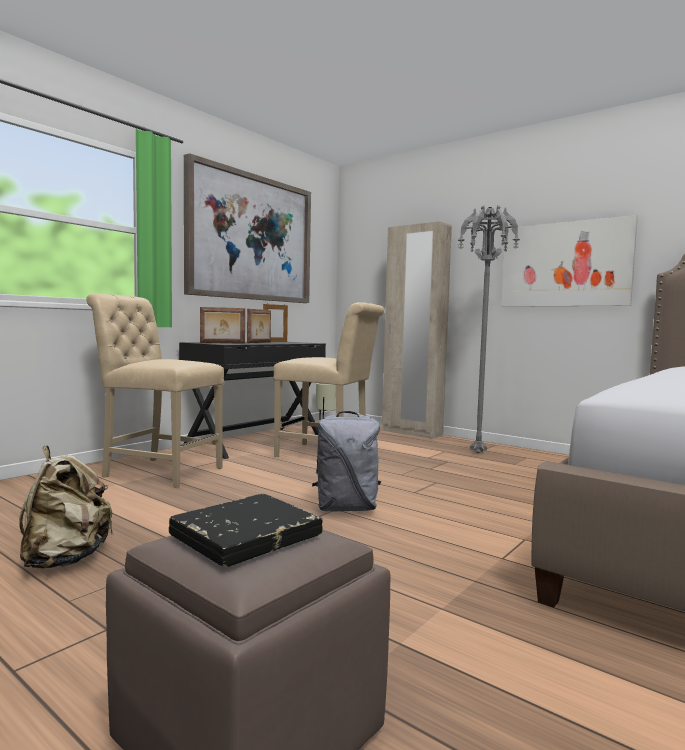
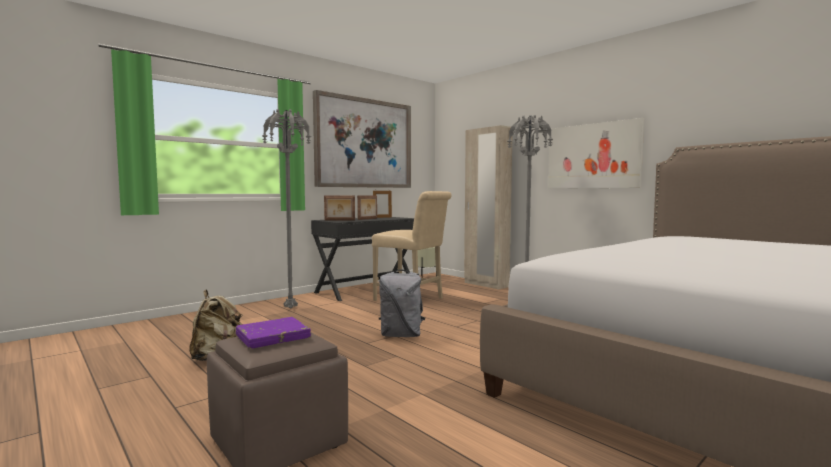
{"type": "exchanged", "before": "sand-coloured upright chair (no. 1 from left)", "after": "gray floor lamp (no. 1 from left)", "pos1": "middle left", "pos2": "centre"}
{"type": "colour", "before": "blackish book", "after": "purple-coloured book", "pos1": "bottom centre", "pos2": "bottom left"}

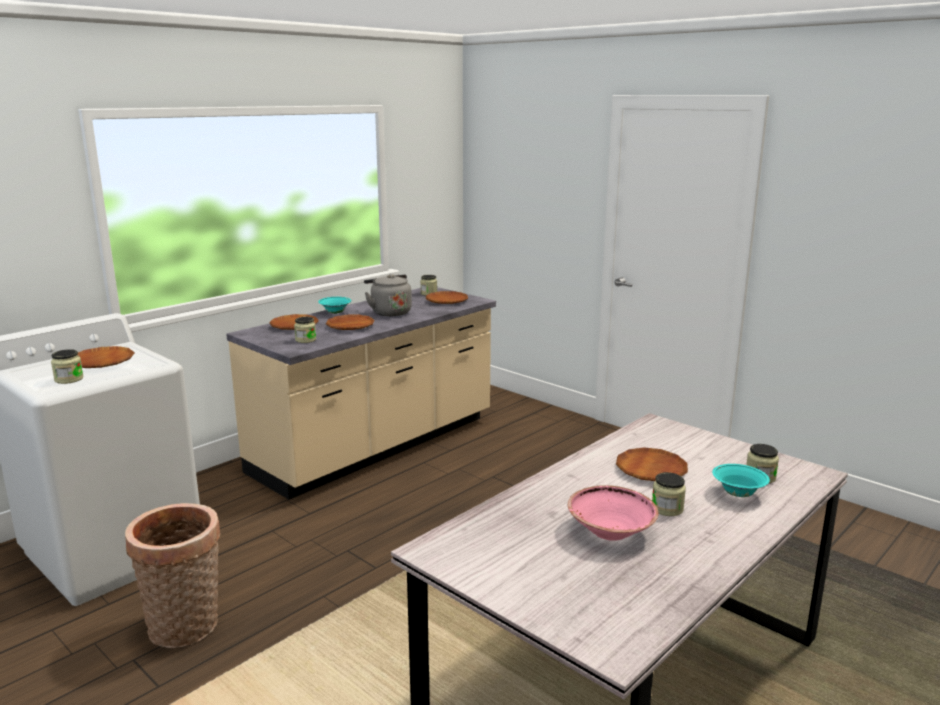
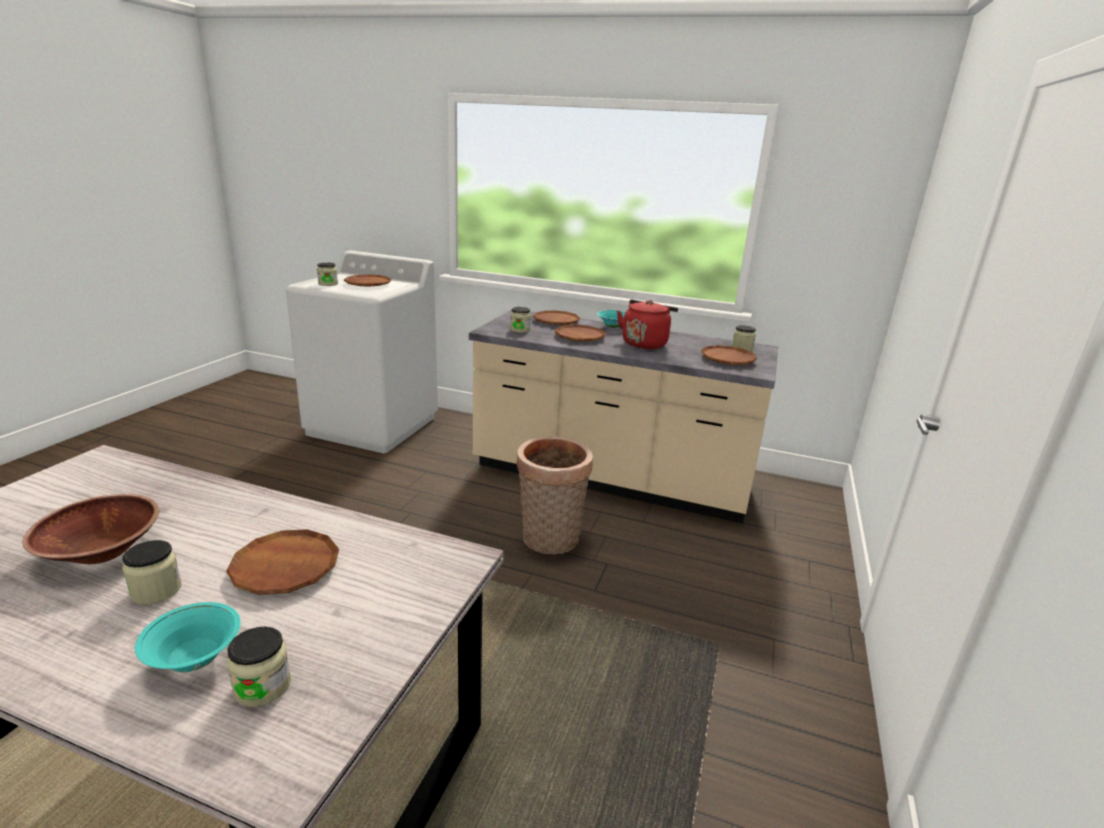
{"type": "relocated", "before": "household basket", "pos1": "bottom left", "pos2": "centre"}
{"type": "colour", "before": "gray tea kettle", "after": "reddish tea kettle", "pos1": "centre", "pos2": "centre"}
{"type": "colour", "before": "pink-coloured serving bowl", "after": "brown-coloured serving bowl", "pos1": "bottom centre", "pos2": "middle left"}

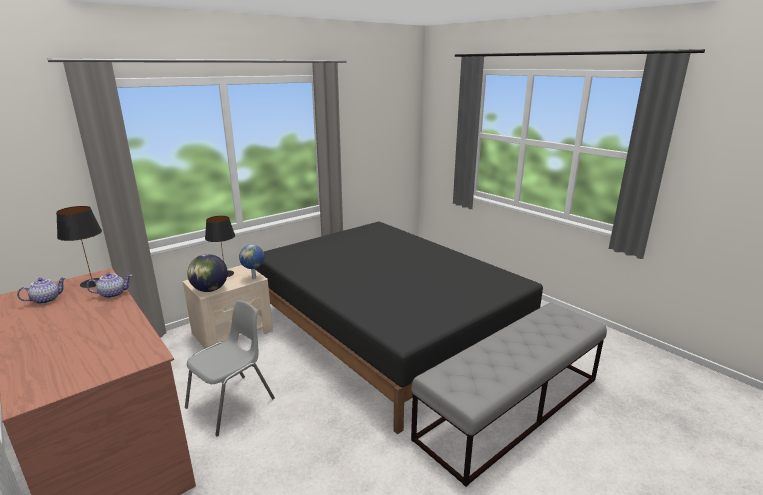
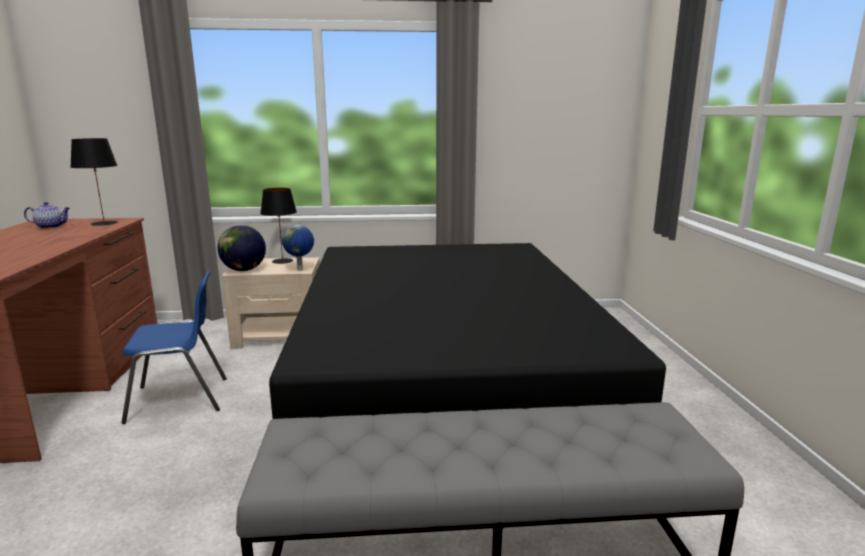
{"type": "missing", "before": "tea pot (no. 2 from left)", "pos1": "middle left"}
{"type": "colour", "before": "gray upright chair", "after": "blue upright chair", "pos1": "bottom left", "pos2": "middle left"}

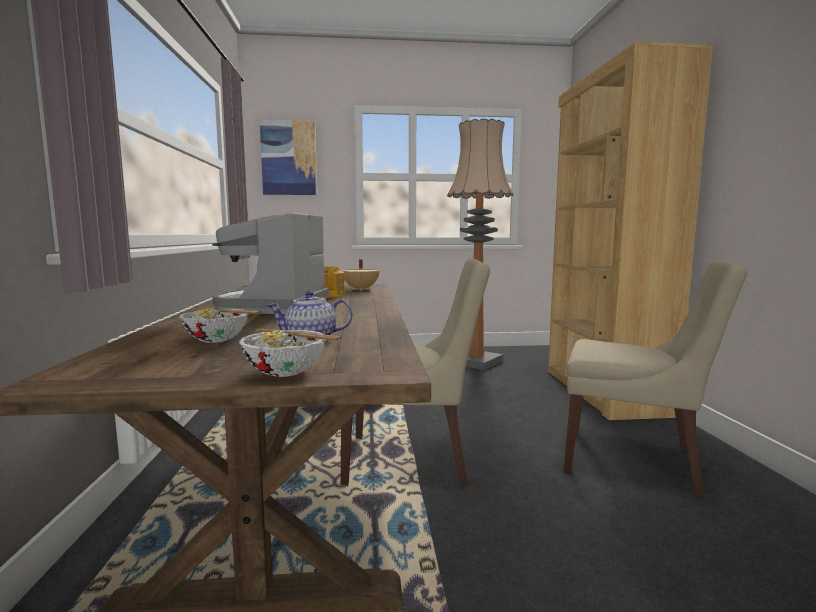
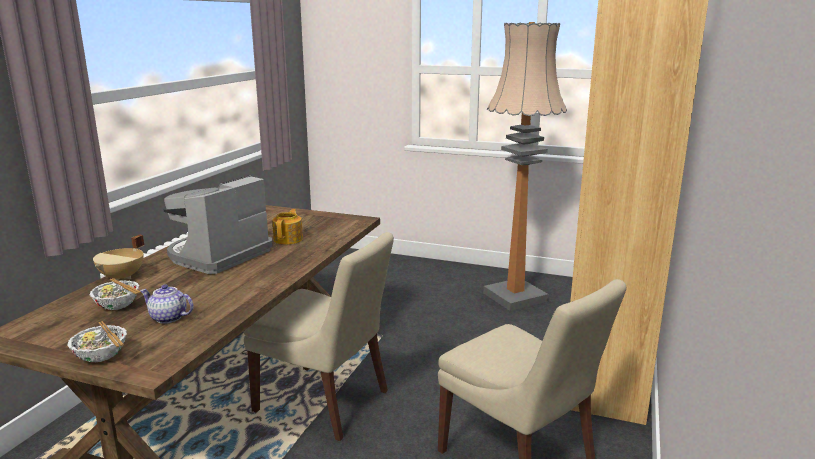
{"type": "missing", "before": "picture", "pos1": "top centre"}
{"type": "relocated", "before": "sand-coloured cooking pot", "pos1": "centre", "pos2": "middle left"}

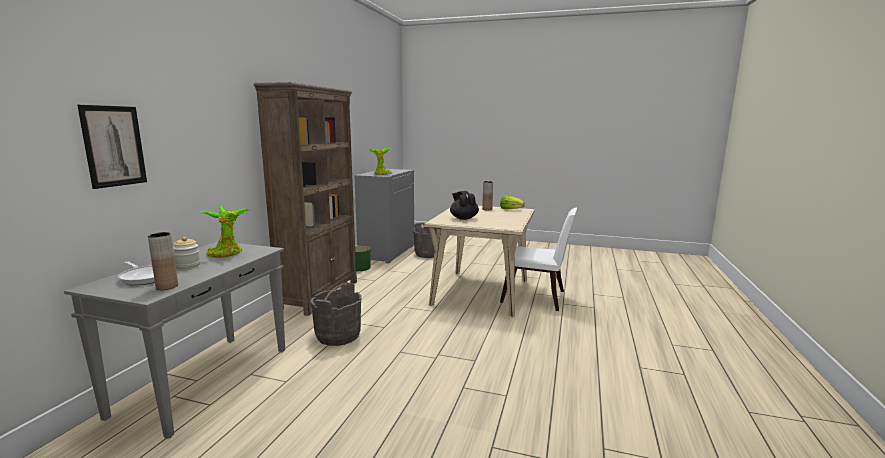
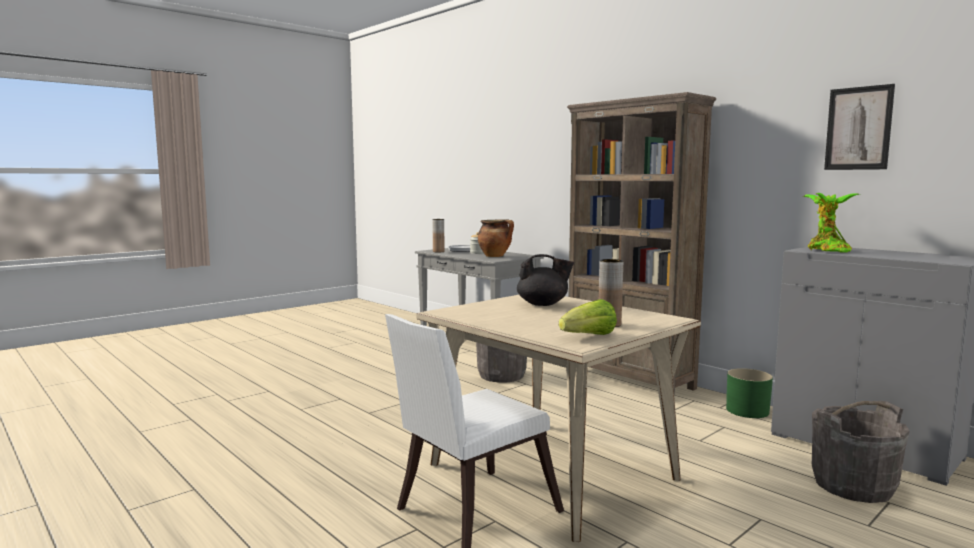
{"type": "relocated", "before": "picture", "pos1": "top left", "pos2": "top right"}
{"type": "exchanged", "before": "plant in a pot (no. 1 from left)", "after": "cooking pot", "pos1": "middle left", "pos2": "centre"}

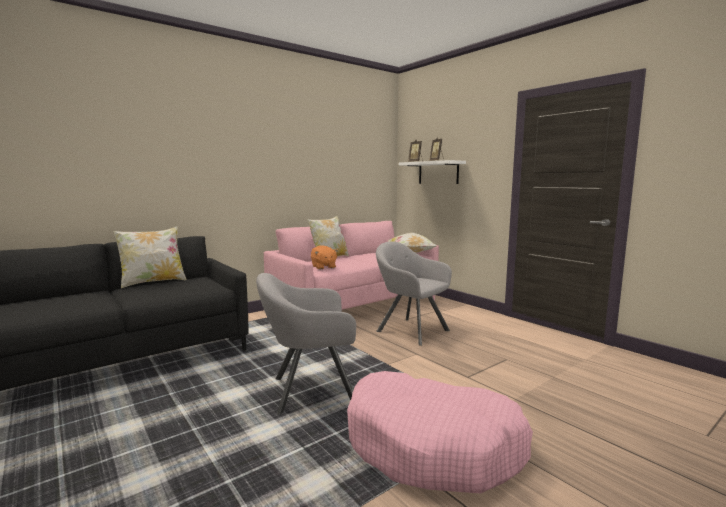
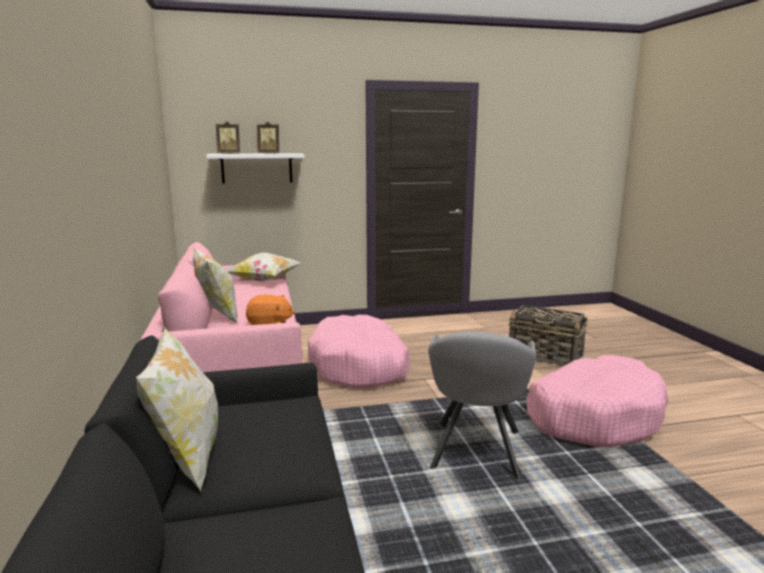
{"type": "appeared", "after": "household basket", "pos2": "middle right"}
{"type": "exchanged", "before": "gray lounge chair (no. 2 from left)", "after": "pink-coloured pet bed (no. 1 from left)", "pos1": "centre", "pos2": "centre"}

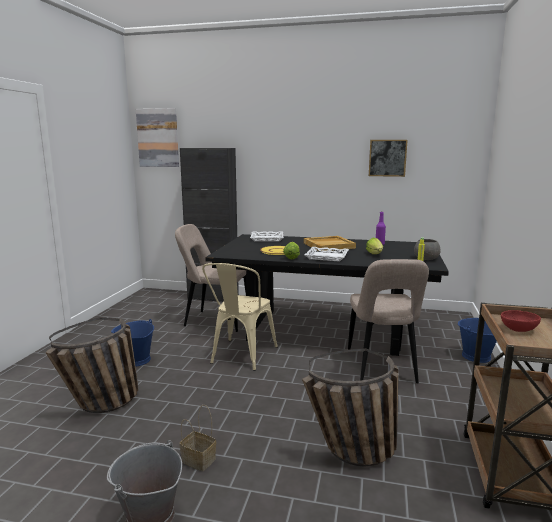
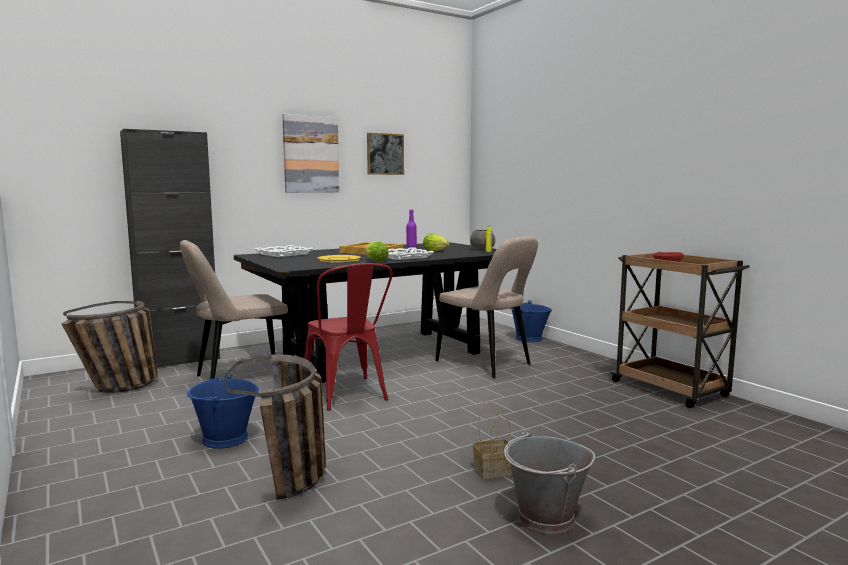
{"type": "relocated", "before": "picture (no. 1 from left)", "pos1": "top left", "pos2": "top centre"}
{"type": "relocated", "before": "household basket (no. 3 from left in the first image)", "after": "household basket (no. 1 from left)", "pos1": "bottom centre", "pos2": "middle left"}
{"type": "colour", "before": "sand-coloured upright chair (no. 2 from left)", "after": "reddish upright chair", "pos1": "centre", "pos2": "centre"}

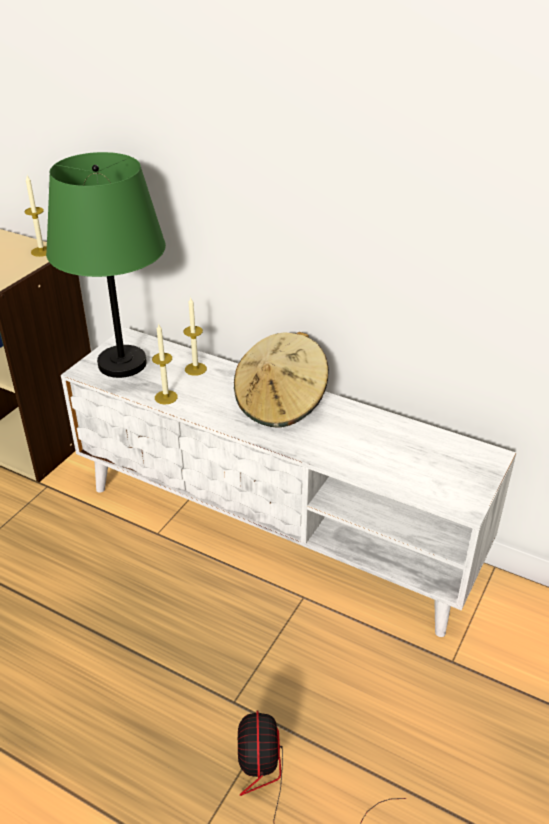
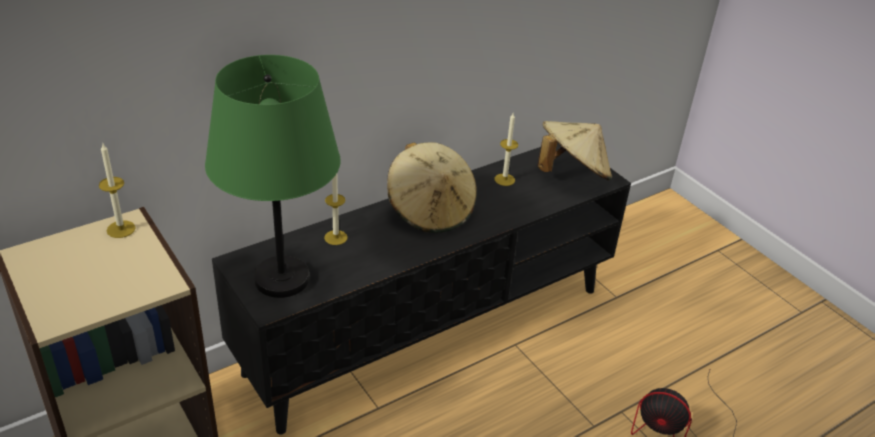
{"type": "appeared", "after": "sand-coloured clothing hat (no. 2 from left)", "pos2": "centre"}
{"type": "relocated", "before": "wax light (no. 2 from left in the first image)", "after": "wax light (no. 3 from left)", "pos1": "middle left", "pos2": "centre"}
{"type": "colour", "before": "white-coloured tv unit", "after": "blackish tv unit", "pos1": "centre", "pos2": "centre"}

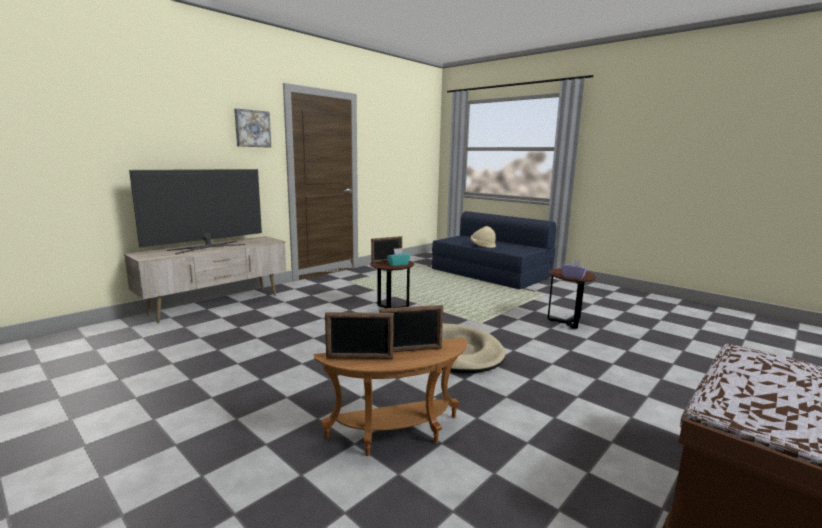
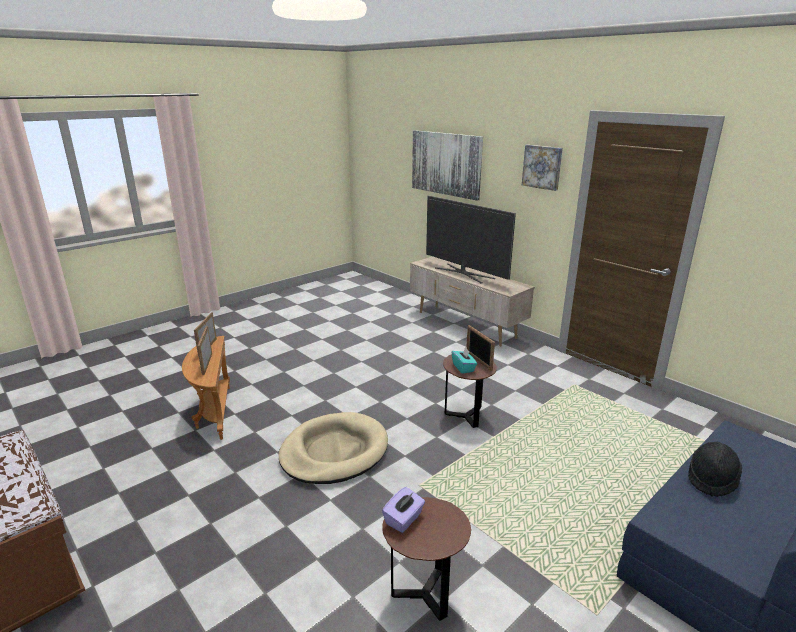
{"type": "appeared", "after": "picture (no. 1 from left)", "pos2": "top centre"}
{"type": "colour", "before": "sand-coloured clothing hat", "after": "blackish clothing hat", "pos1": "centre", "pos2": "bottom right"}

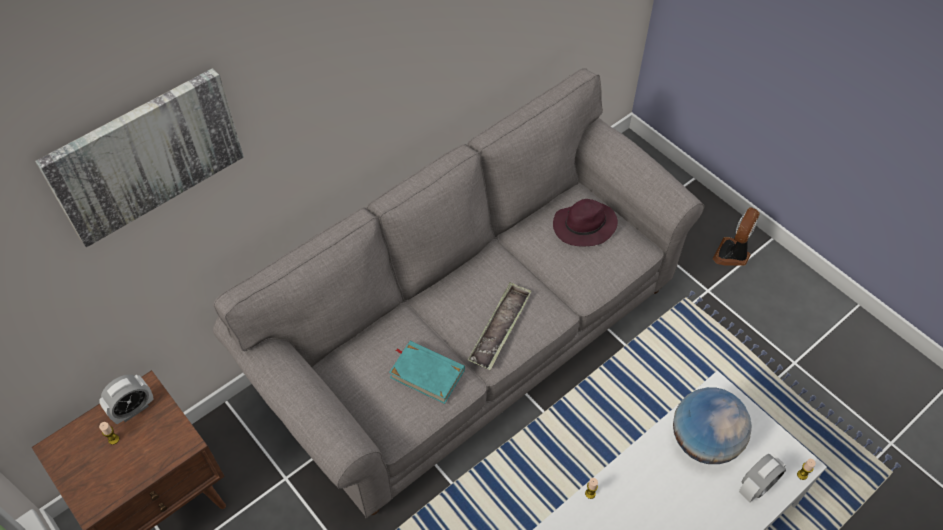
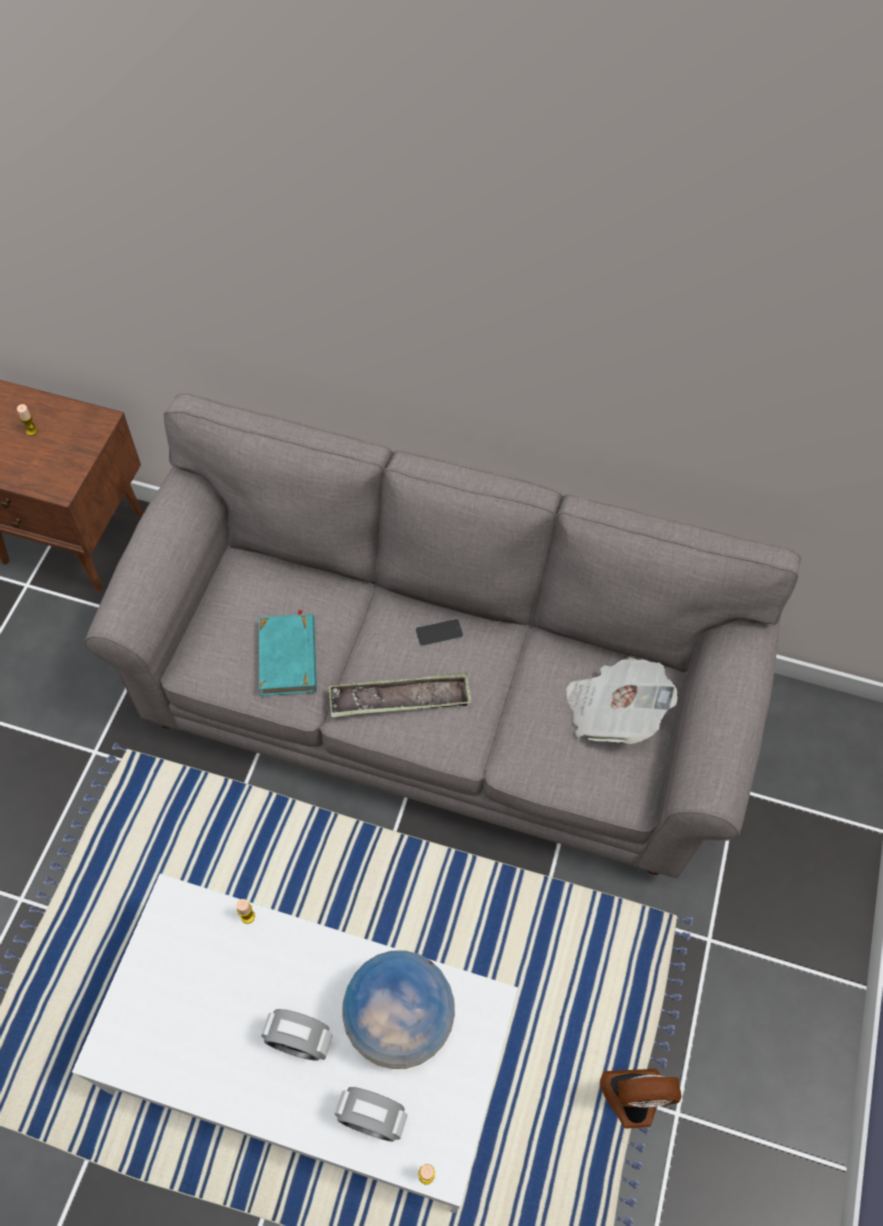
{"type": "missing", "before": "picture", "pos1": "top left"}
{"type": "appeared", "after": "telephone", "pos2": "centre"}
{"type": "relocated", "before": "bedside clock (no. 1 from left)", "pos1": "bottom left", "pos2": "bottom centre"}
{"type": "relocated", "before": "fan", "pos1": "middle right", "pos2": "bottom right"}
{"type": "exchanged", "before": "purple-coloured clothing hat", "after": "printed paper", "pos1": "centre", "pos2": "middle right"}

